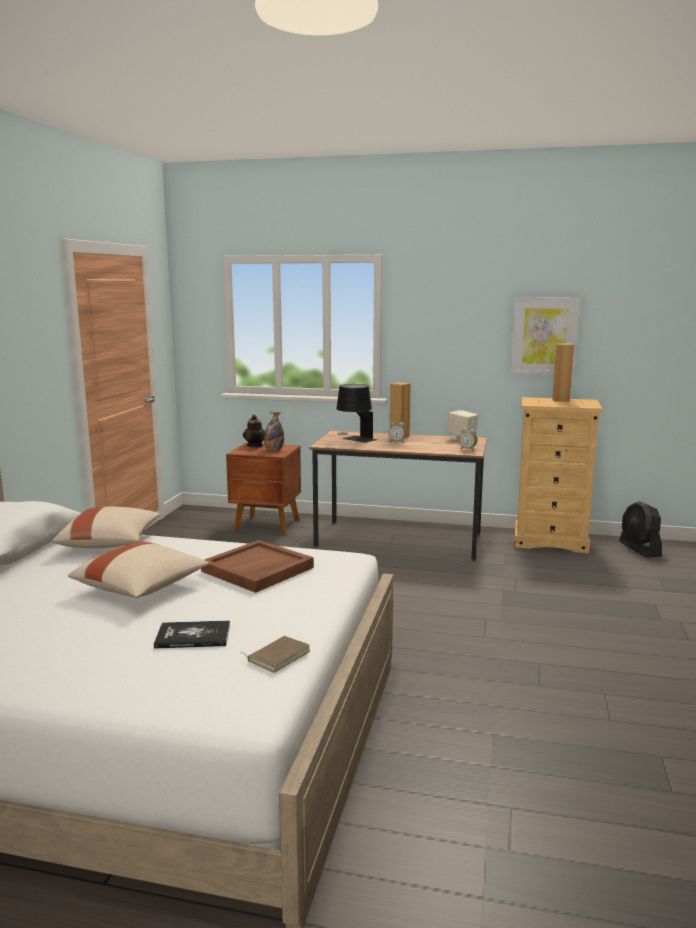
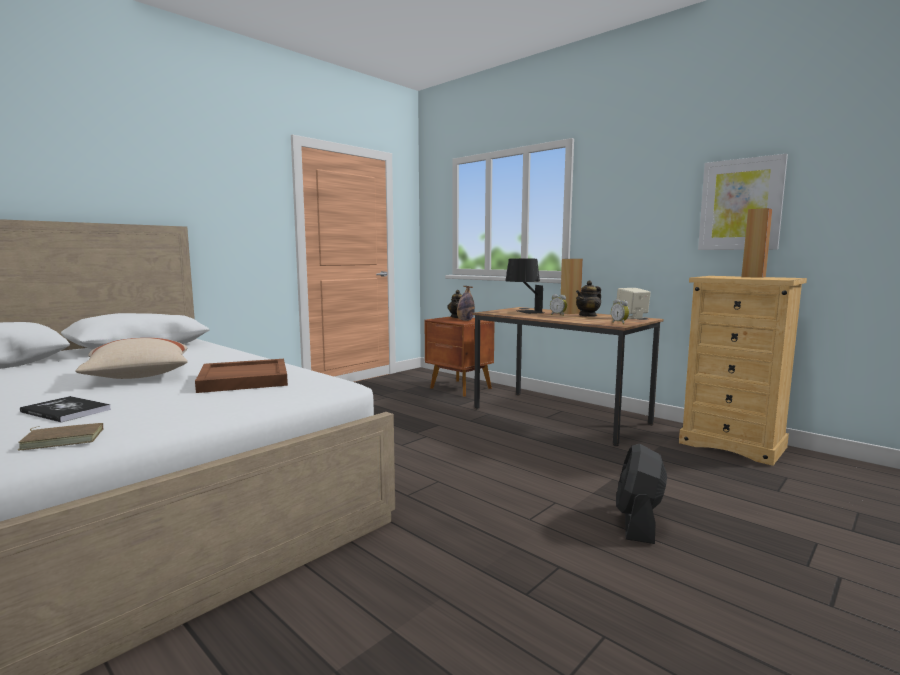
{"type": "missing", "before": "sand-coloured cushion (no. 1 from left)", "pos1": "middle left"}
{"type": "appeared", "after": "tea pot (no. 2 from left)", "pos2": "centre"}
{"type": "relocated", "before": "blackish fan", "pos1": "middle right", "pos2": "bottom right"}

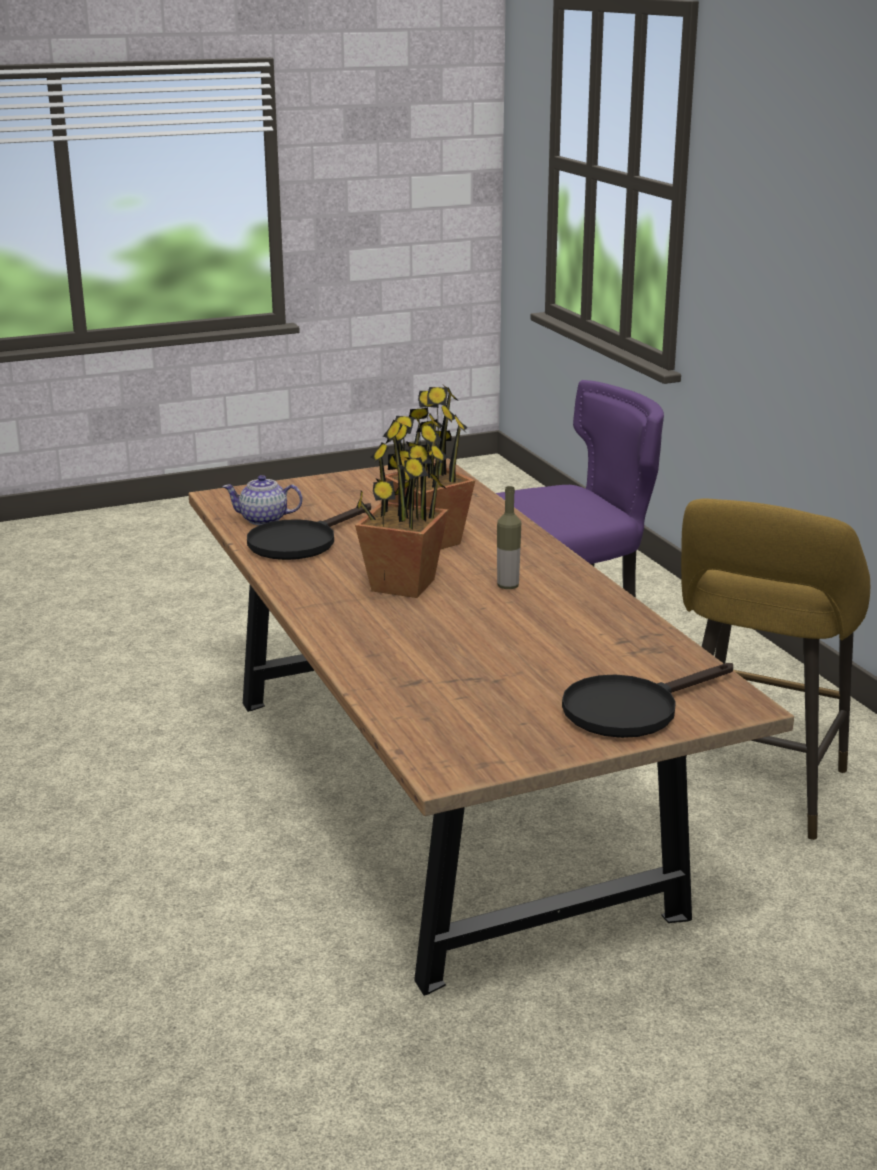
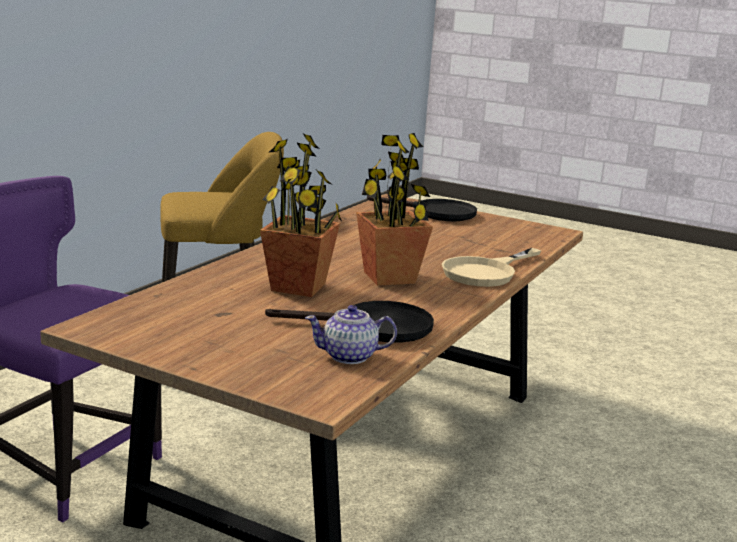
{"type": "missing", "before": "drink bottle", "pos1": "centre"}
{"type": "appeared", "after": "sand-coloured frying pan", "pos2": "centre"}
{"type": "spun", "before": "tea pot", "pos1": "middle left", "pos2": "centre", "turn": 120}

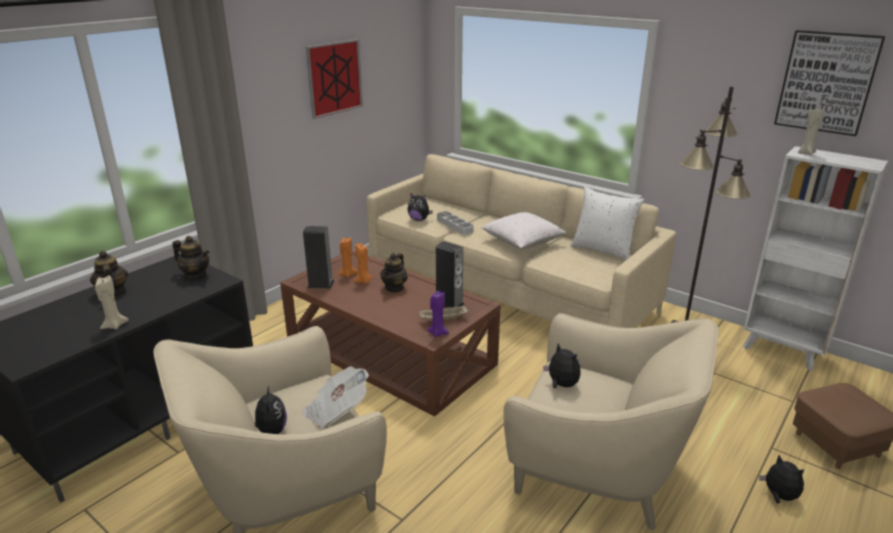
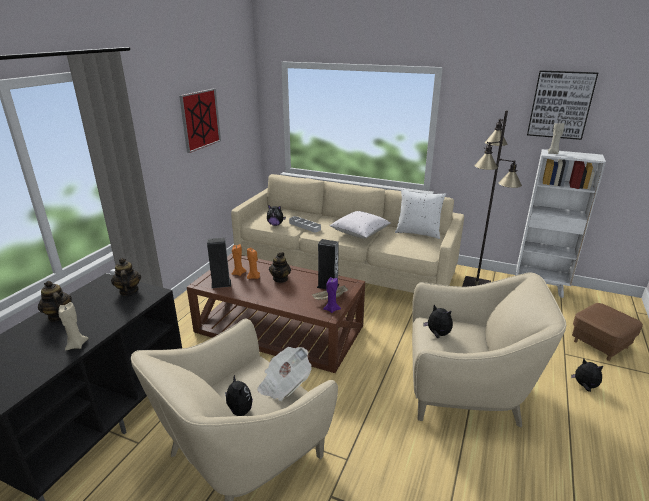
{"type": "spun", "before": "tea pot (no. 2 from left)", "pos1": "middle left", "pos2": "middle left", "turn": -120}

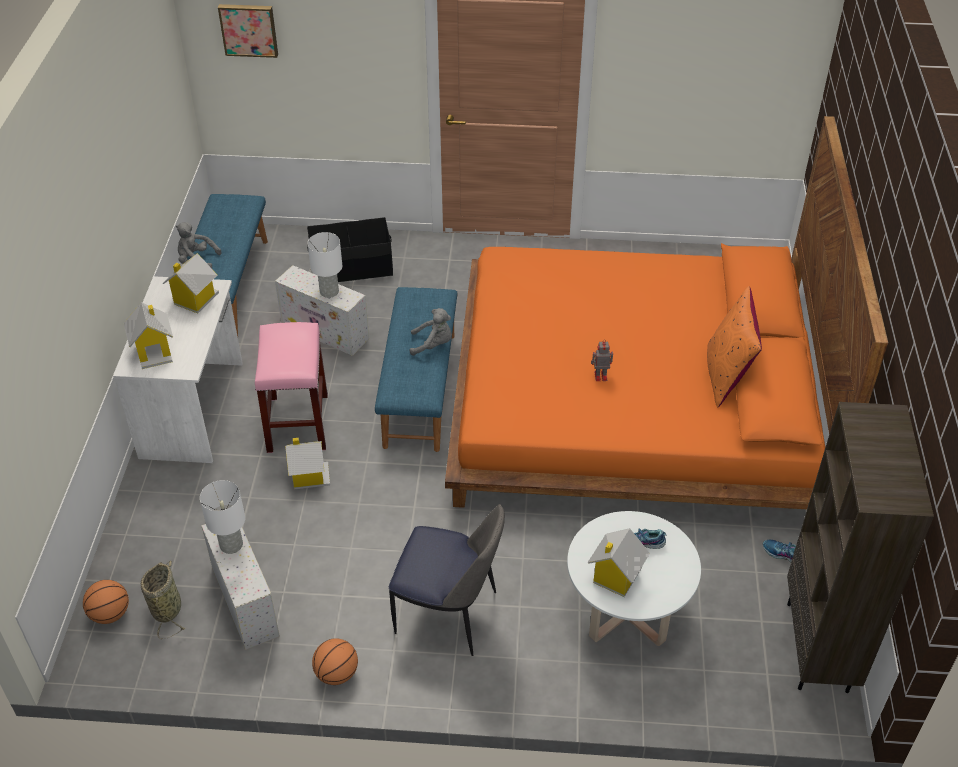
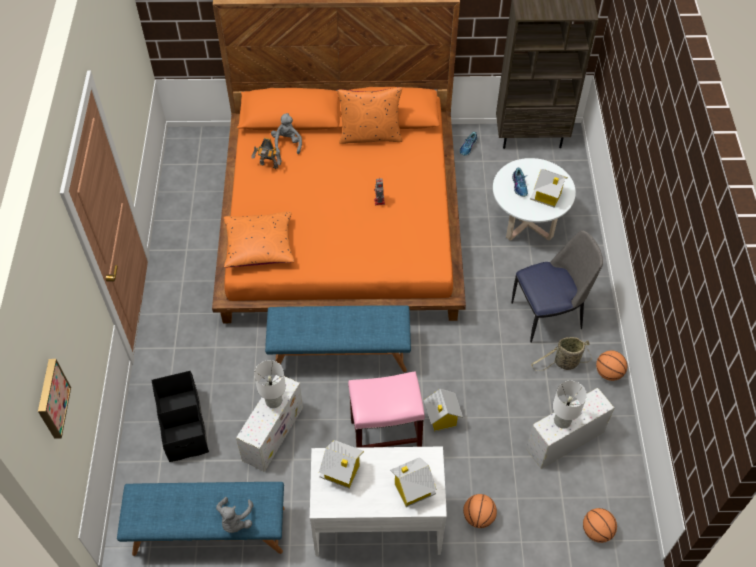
{"type": "appeared", "after": "orangey cushion (no. 1 from left)", "pos2": "centre"}
{"type": "appeared", "after": "robot figure (no. 1 from left)", "pos2": "top centre"}
{"type": "appeared", "after": "basketball ball (no. 1 from left)", "pos2": "bottom centre"}
{"type": "relocated", "before": "household basket", "pos1": "bottom left", "pos2": "middle right"}
{"type": "relocated", "before": "gray soft toy (no. 2 from left)", "pos1": "centre", "pos2": "top centre"}
{"type": "spun", "before": "upright chair", "pos1": "bottom centre", "pos2": "middle right", "turn": 60}

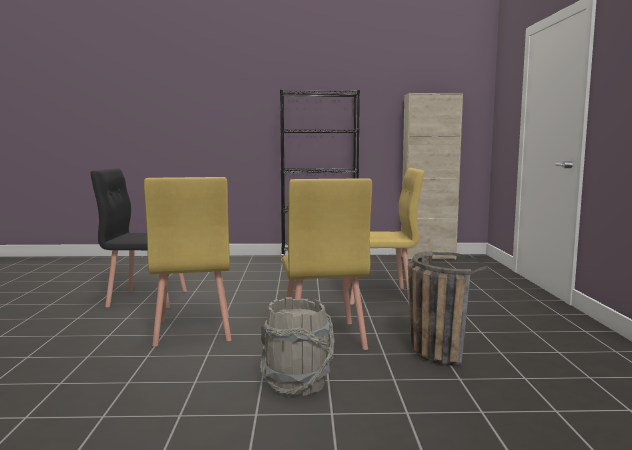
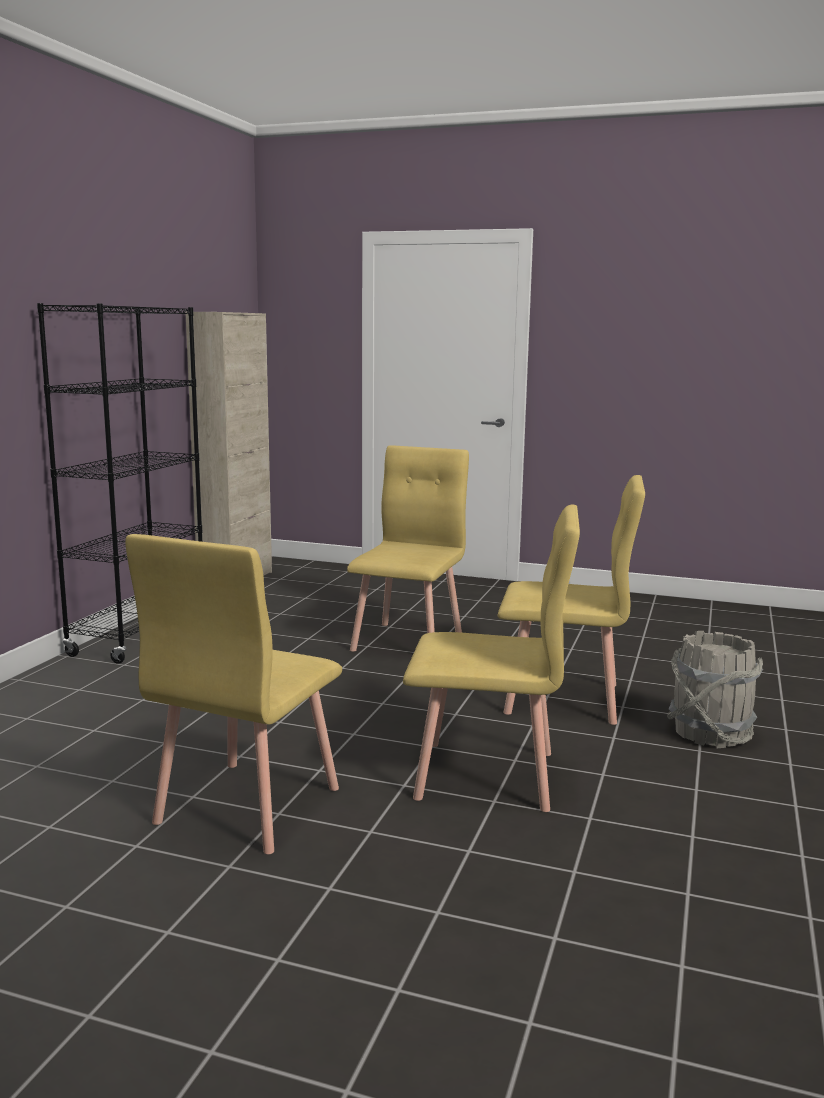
{"type": "missing", "before": "household basket", "pos1": "bottom right"}
{"type": "colour", "before": "blackish upright chair", "after": "yellow upright chair (no. 1 from left)", "pos1": "middle left", "pos2": "middle left"}

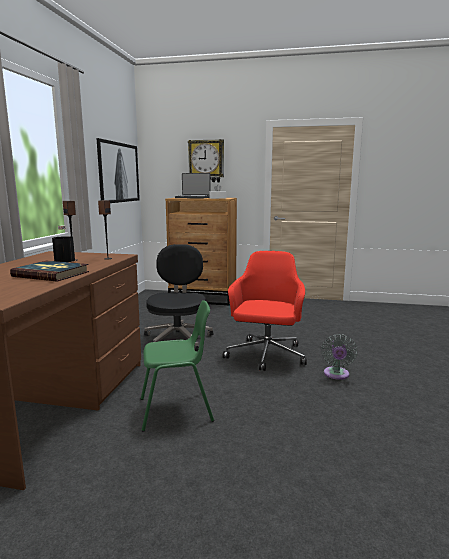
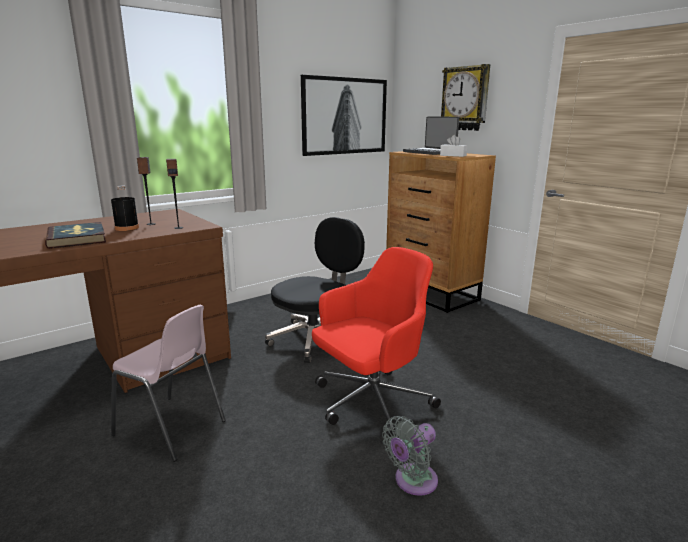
{"type": "colour", "before": "green-coloured upright chair", "after": "pink-coloured upright chair", "pos1": "centre", "pos2": "bottom left"}

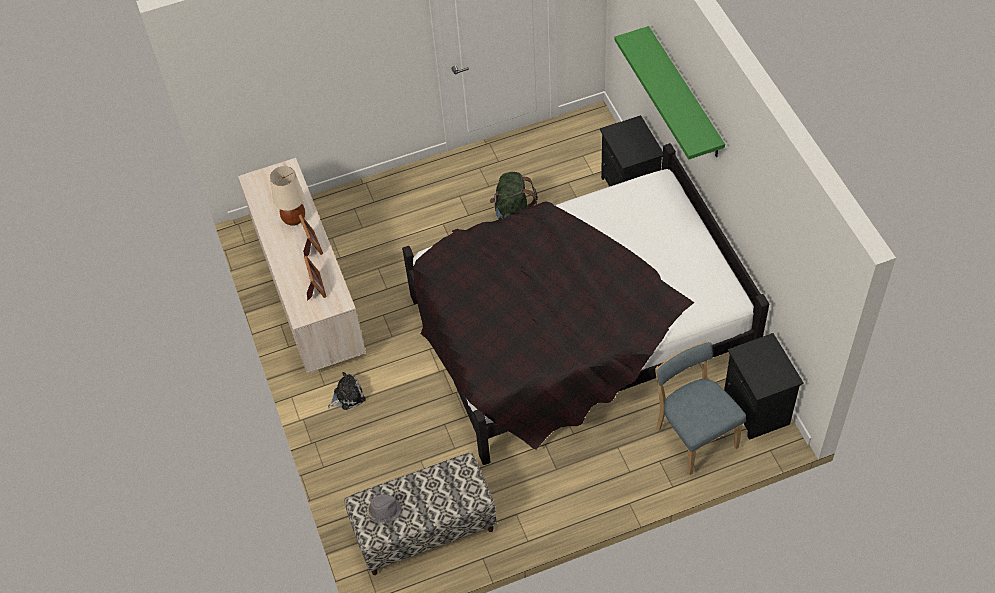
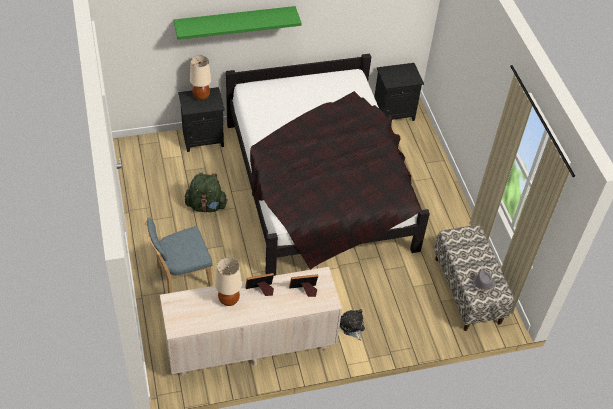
{"type": "appeared", "after": "sand-coloured lamp for a table (no. 1 from left)", "pos2": "top left"}
{"type": "relocated", "before": "blue upright chair", "pos1": "bottom right", "pos2": "middle left"}

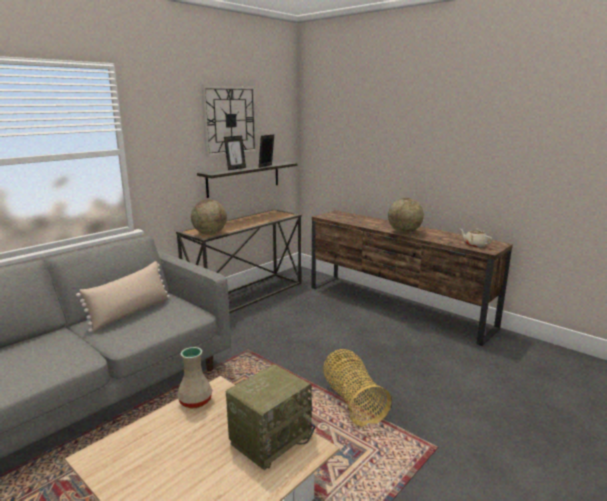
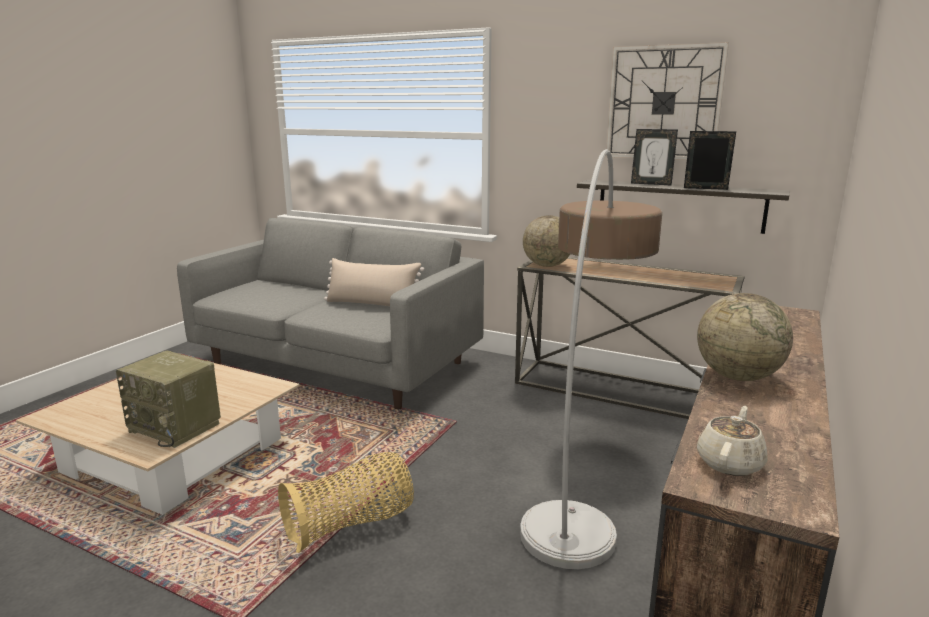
{"type": "missing", "before": "sand-coloured flower vase", "pos1": "bottom left"}
{"type": "appeared", "after": "floor lamp", "pos2": "centre"}

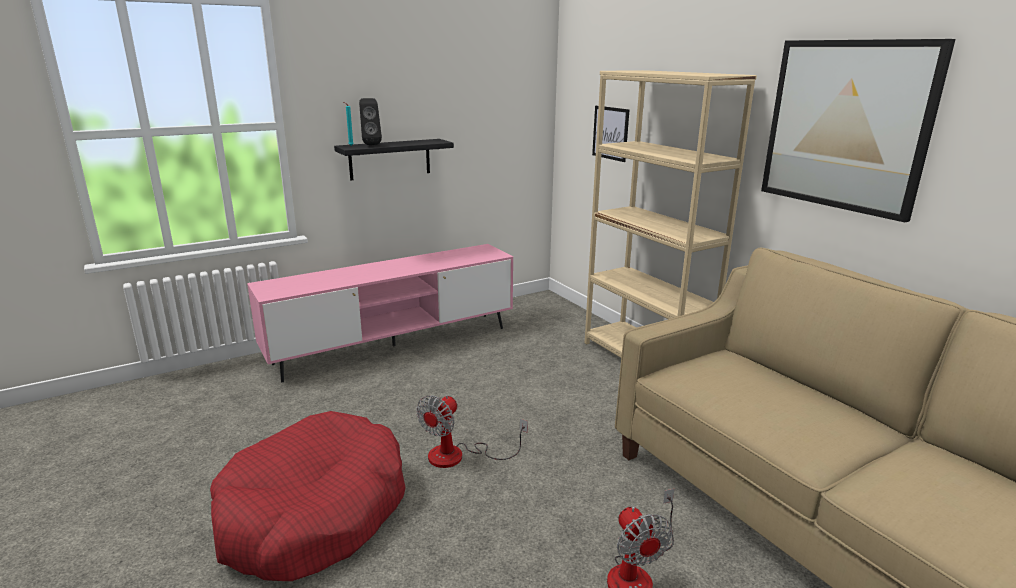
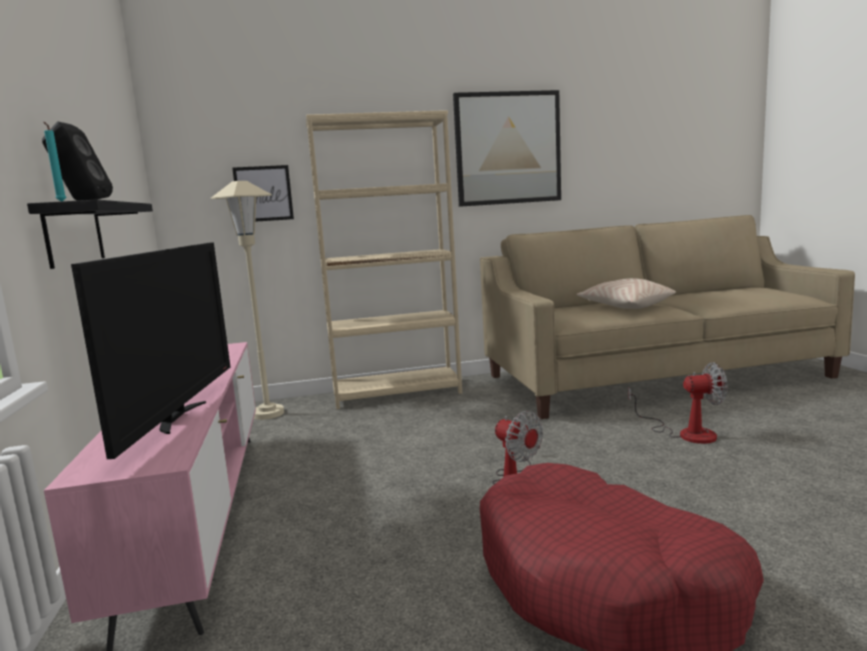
{"type": "appeared", "after": "television", "pos2": "middle left"}
{"type": "appeared", "after": "sand-coloured floor lamp", "pos2": "middle left"}
{"type": "appeared", "after": "sand-coloured cushion", "pos2": "middle right"}

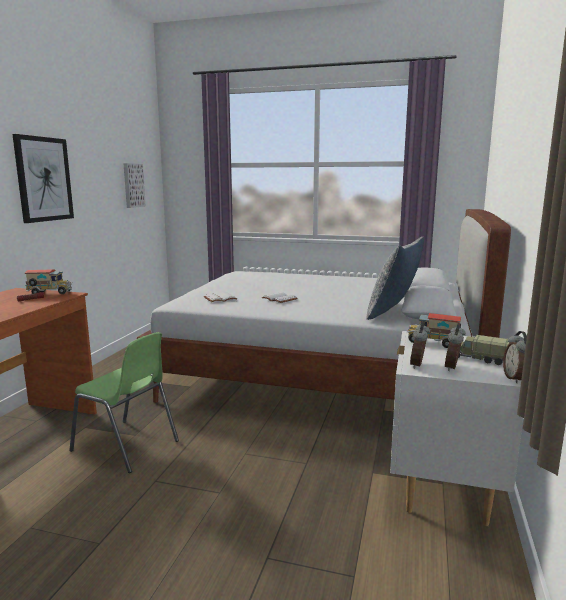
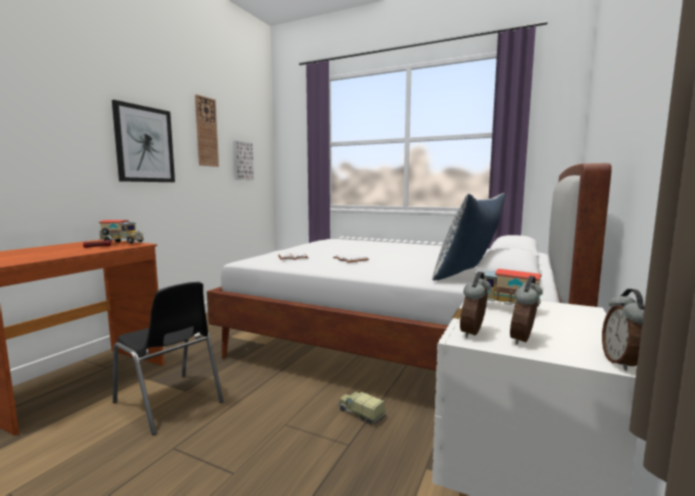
{"type": "appeared", "after": "hanging clock", "pos2": "top left"}
{"type": "relocated", "before": "model truck (no. 3 from left in the first image)", "after": "model truck (no. 2 from left)", "pos1": "middle right", "pos2": "bottom centre"}
{"type": "colour", "before": "green-coloured upright chair", "after": "blackish upright chair", "pos1": "bottom left", "pos2": "bottom left"}

